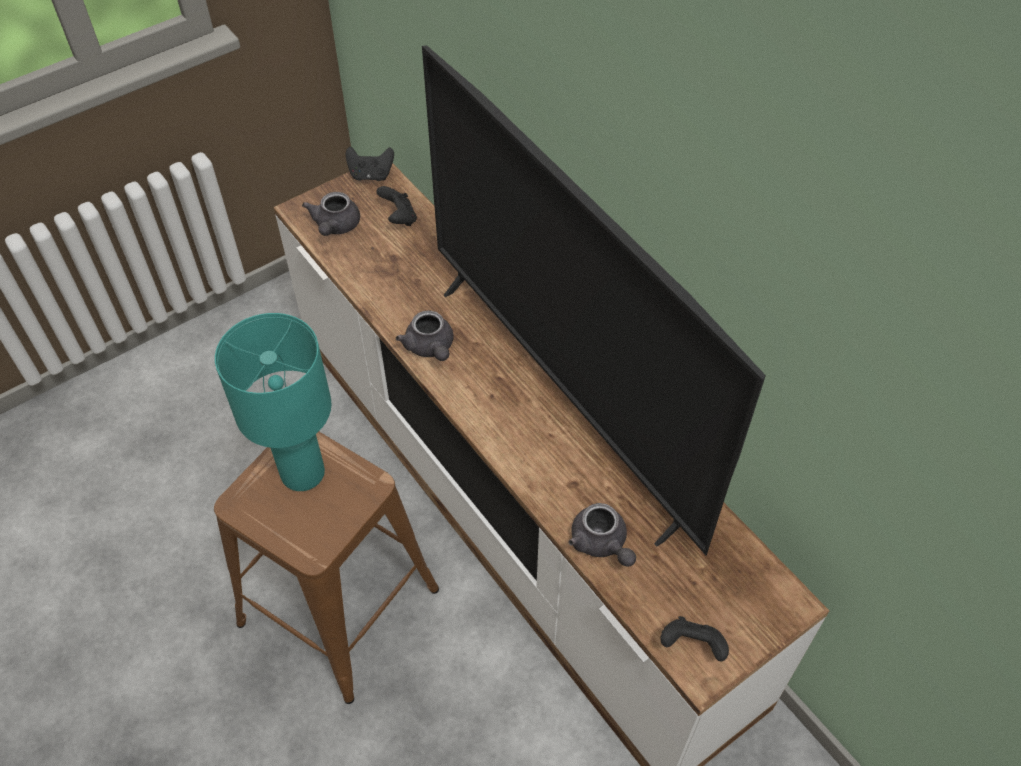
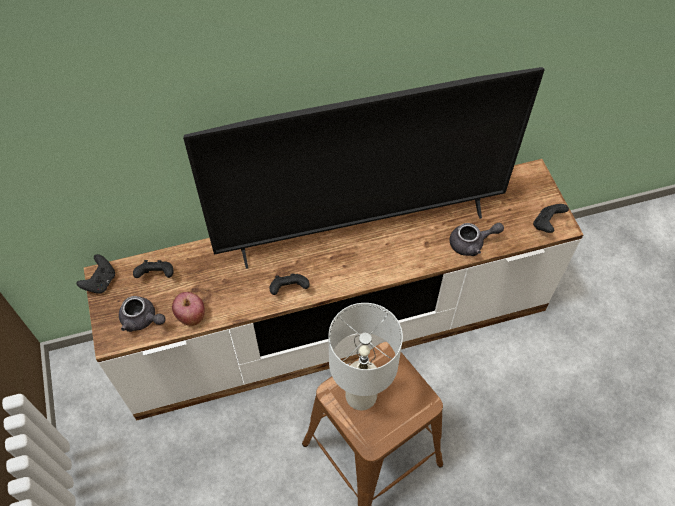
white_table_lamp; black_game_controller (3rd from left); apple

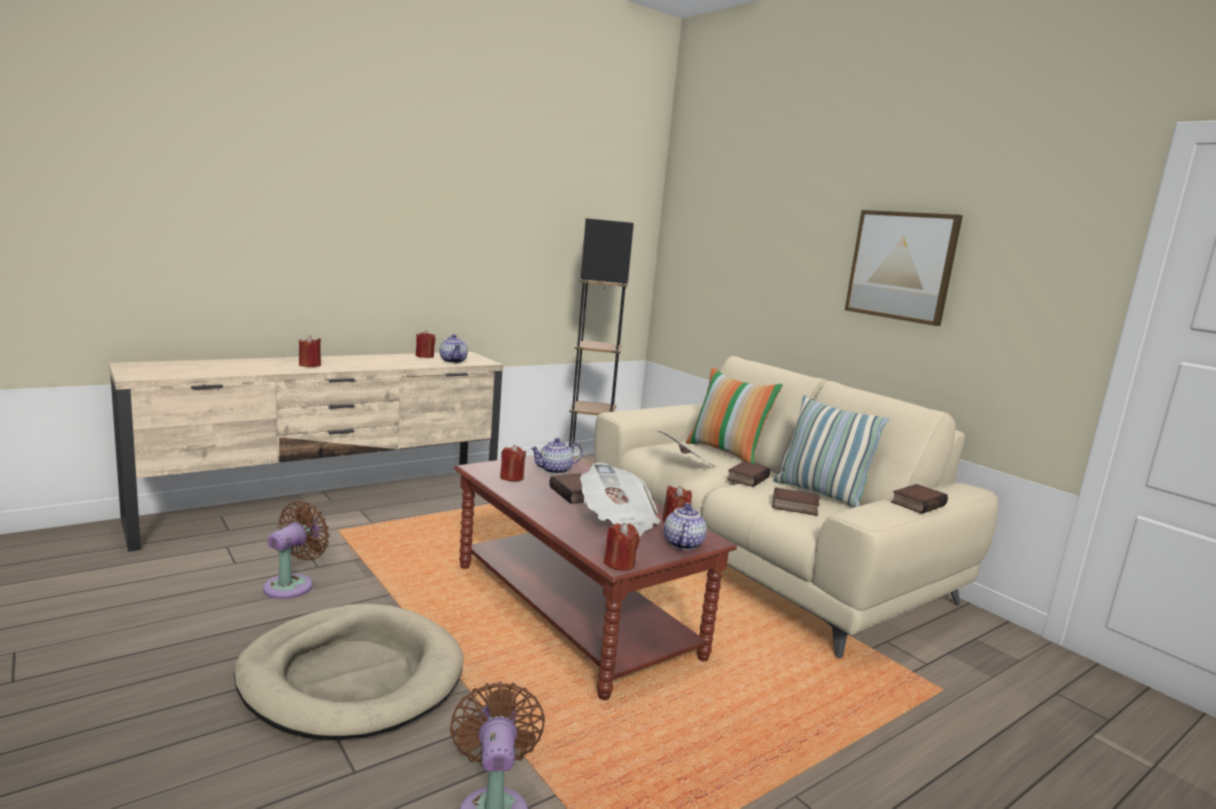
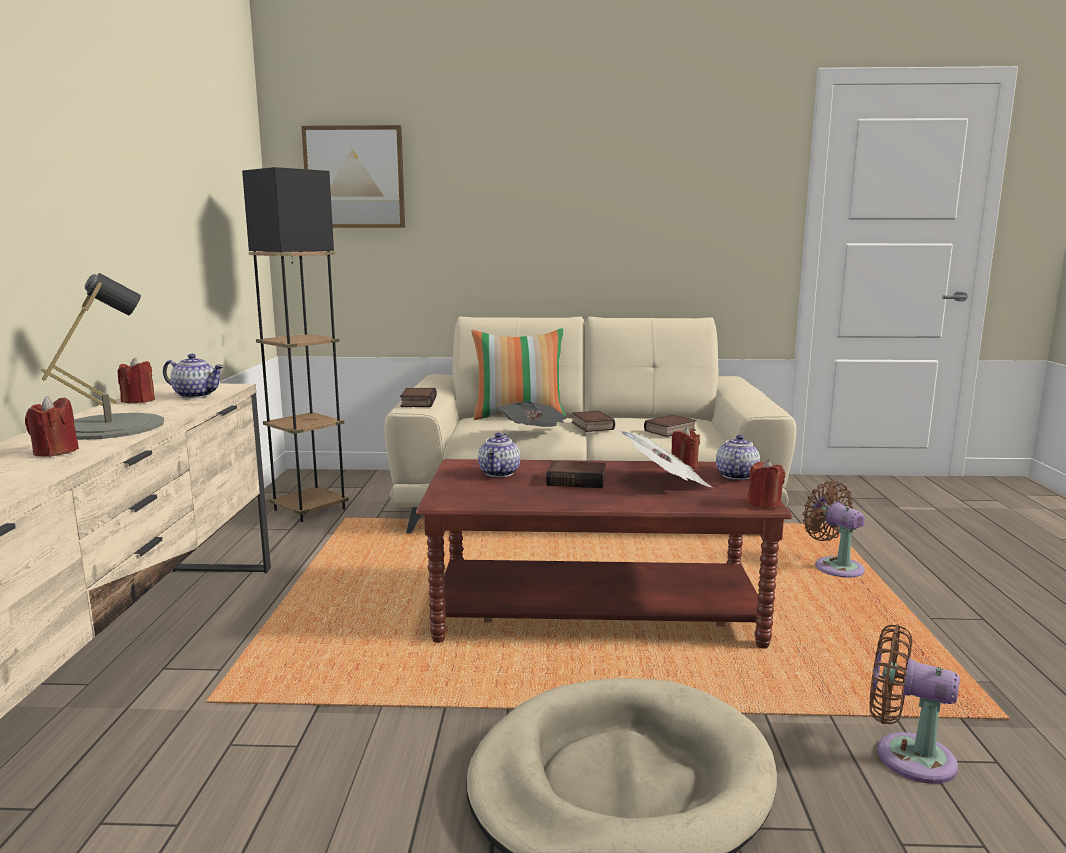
brown_fan (1st from left); red_candle (3rd from left in the first image); teapot (3rd from left); pillow (2nd from left in the first image); picture; book (1st from left); grey_table_lamp

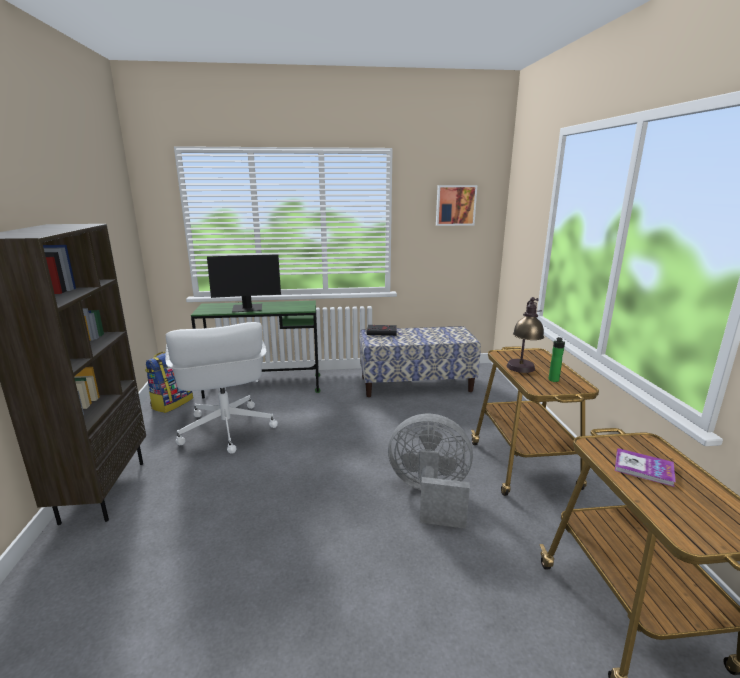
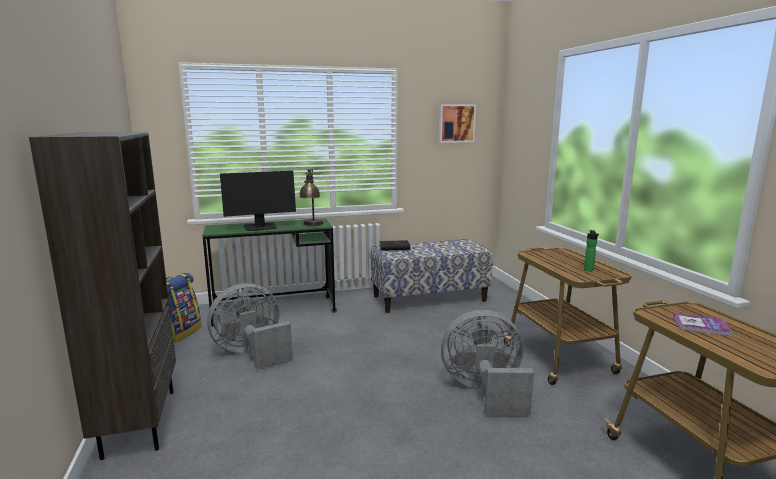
grey_fan (1st from left); table_lamp

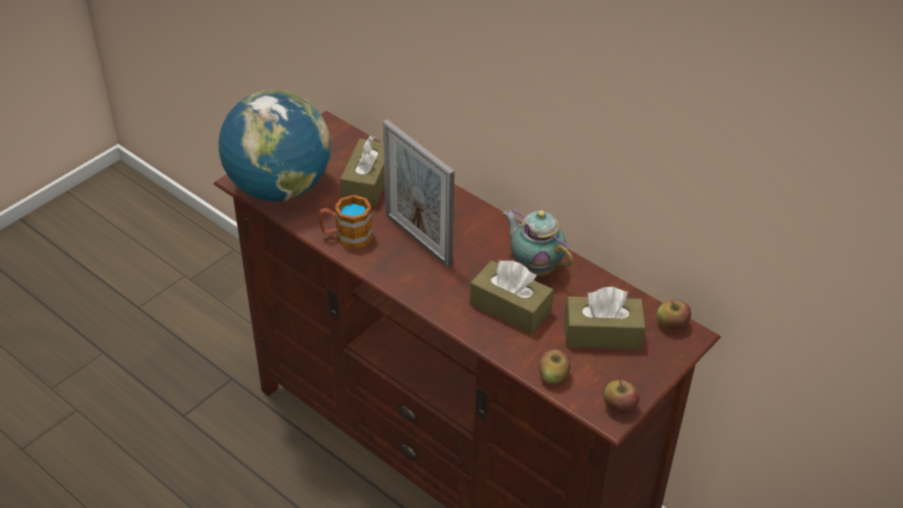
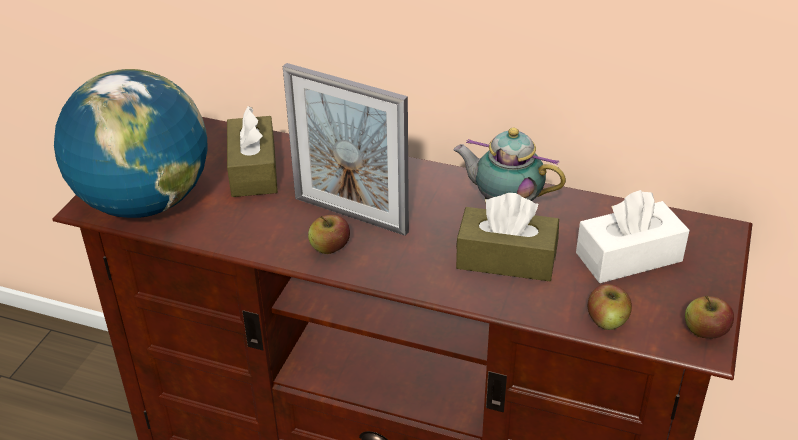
mug; white_tissue_box; apple (1st from left)

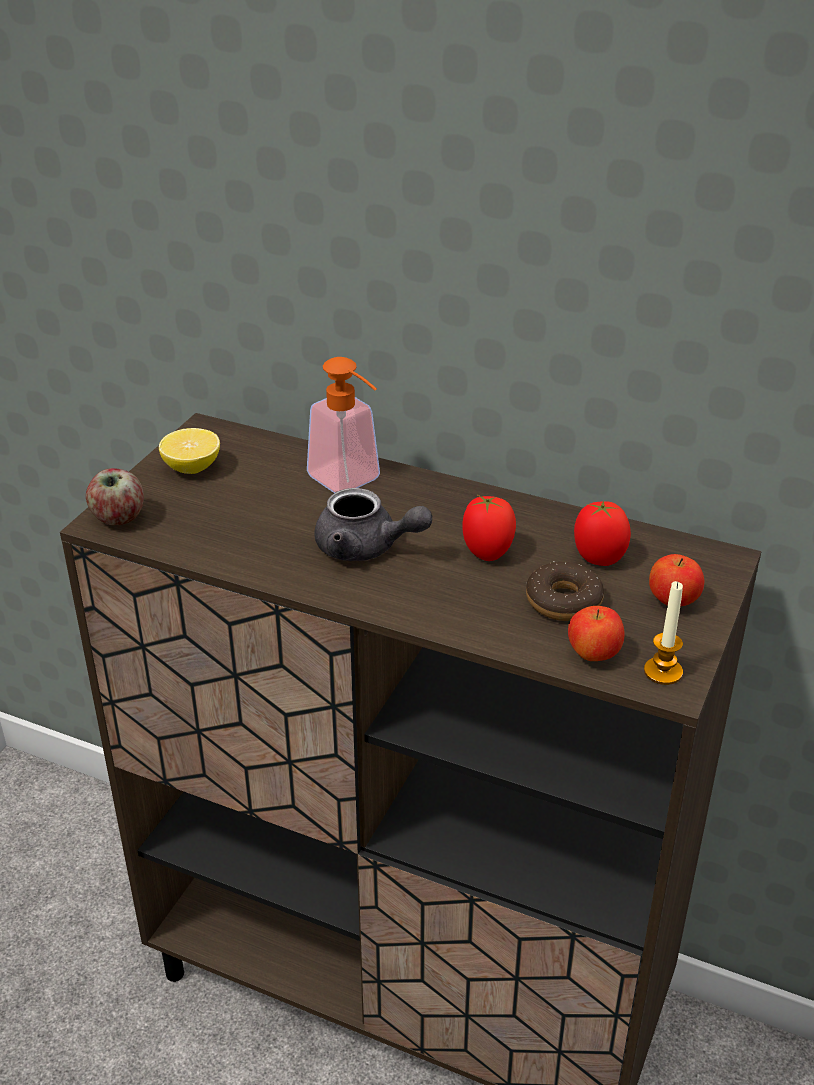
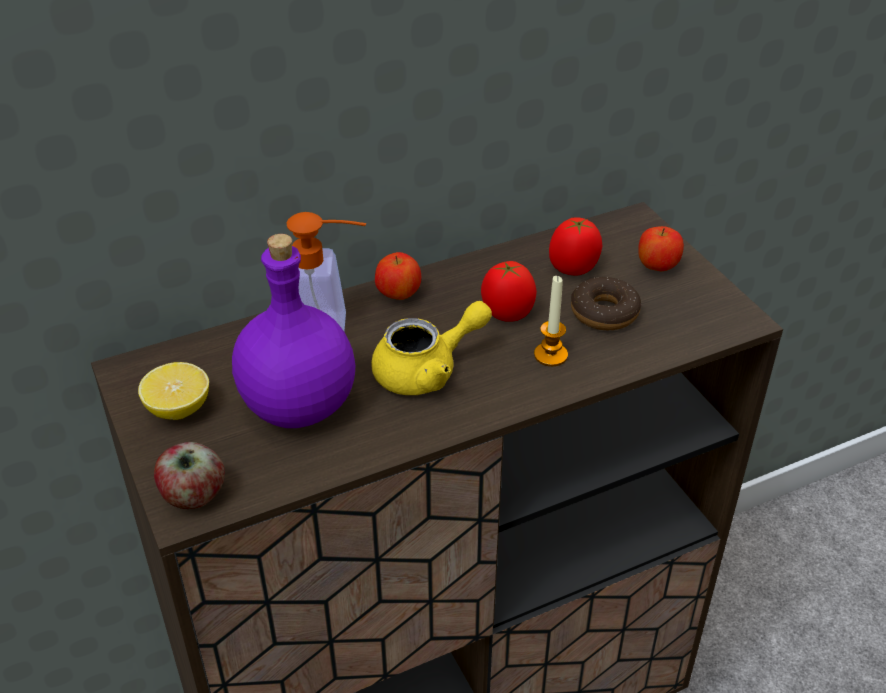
yellow_teapot; apple (2nd from left); candle; purple_bottle

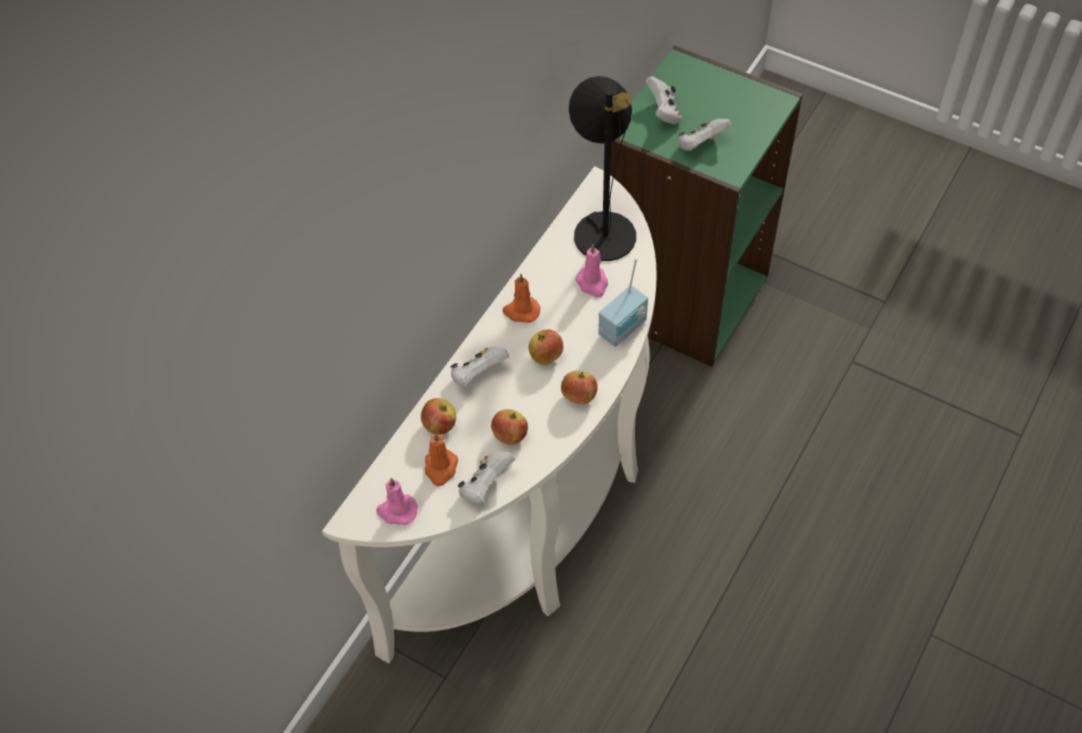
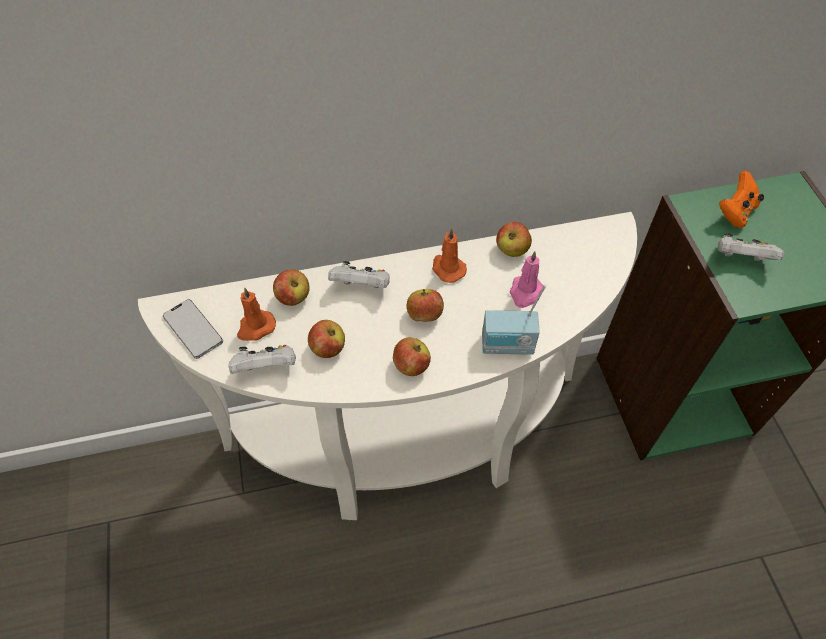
phone; black_table_lamp; orange_game_controller; apple (5th from left)

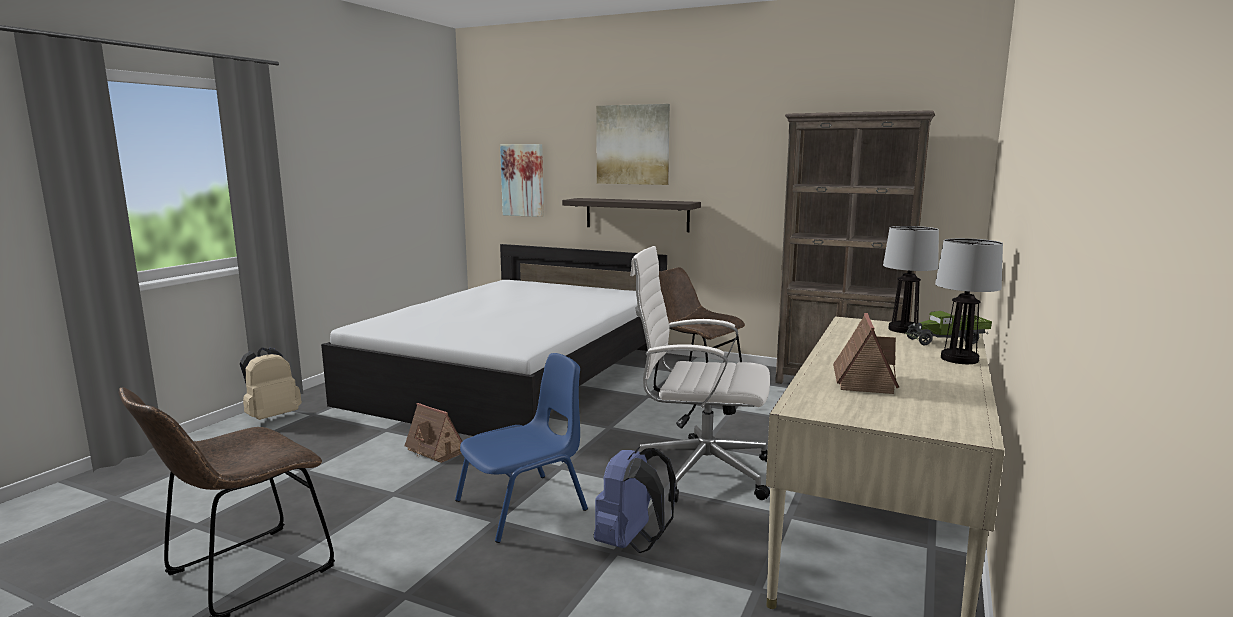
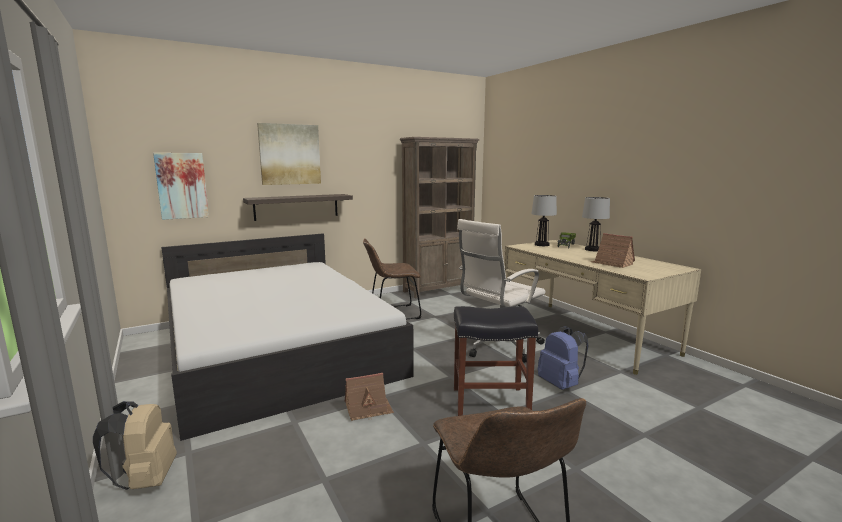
black_stool

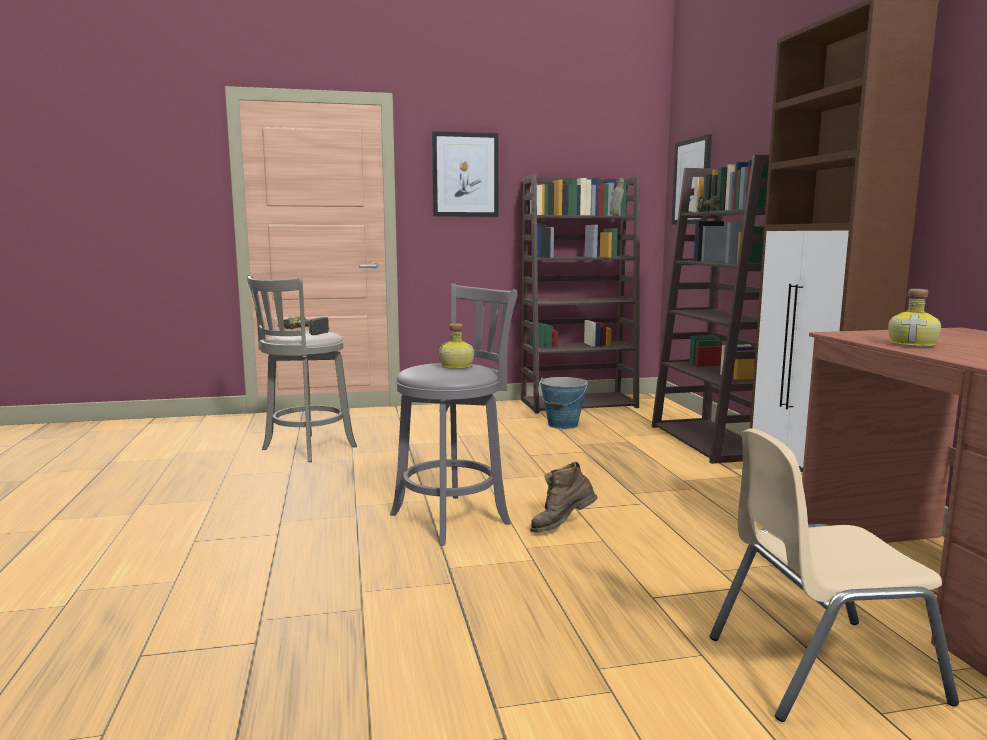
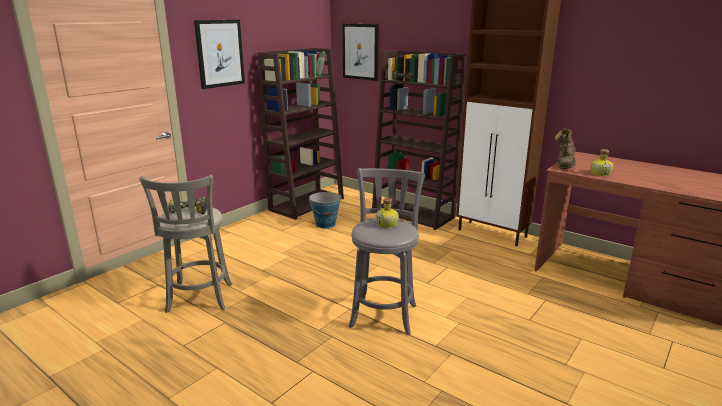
brown_boot; beige_chair

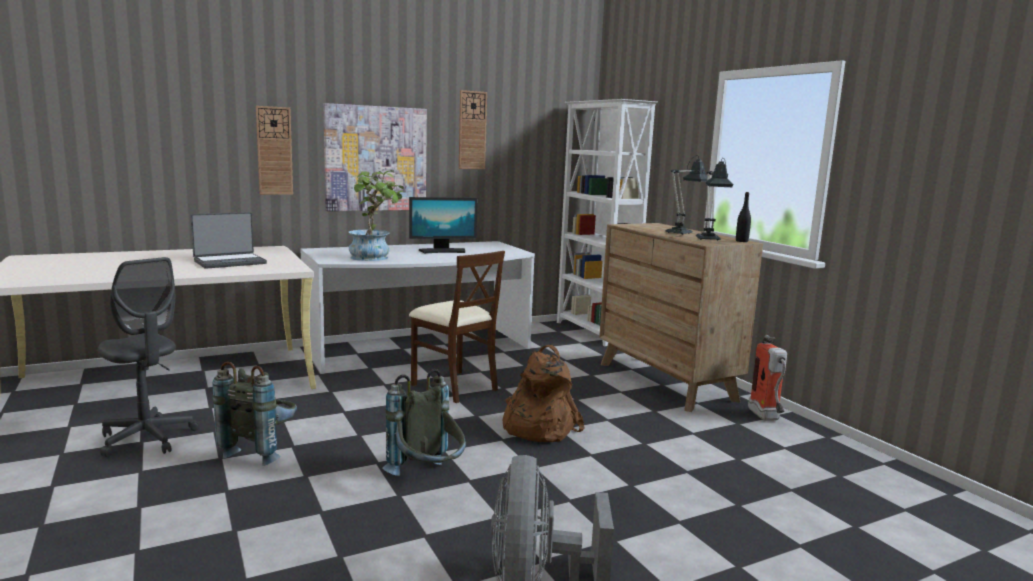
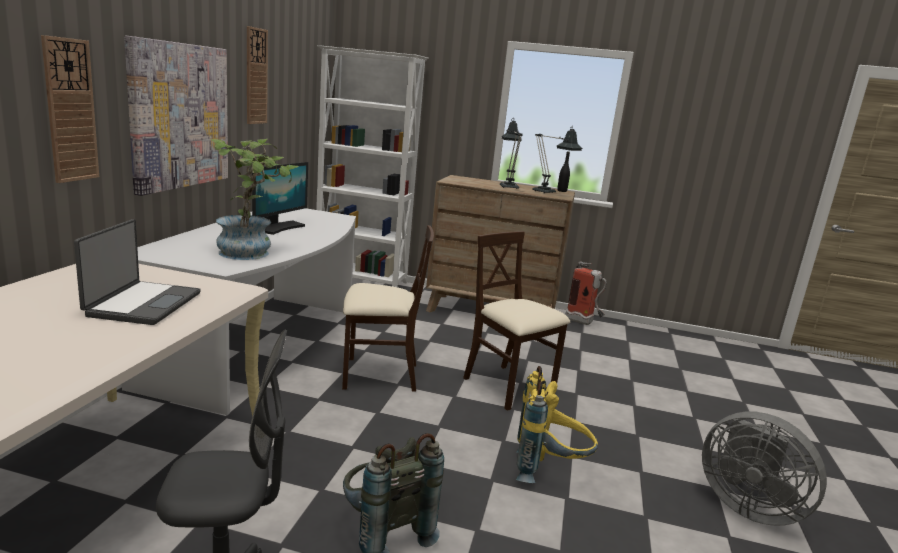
yellow_backpack; beige_chair (2nd from left)

